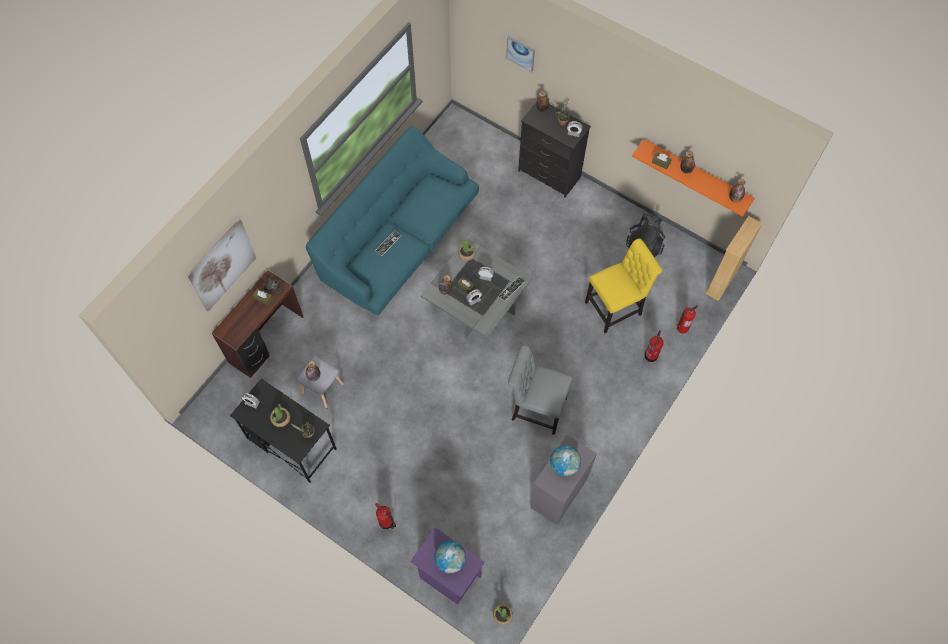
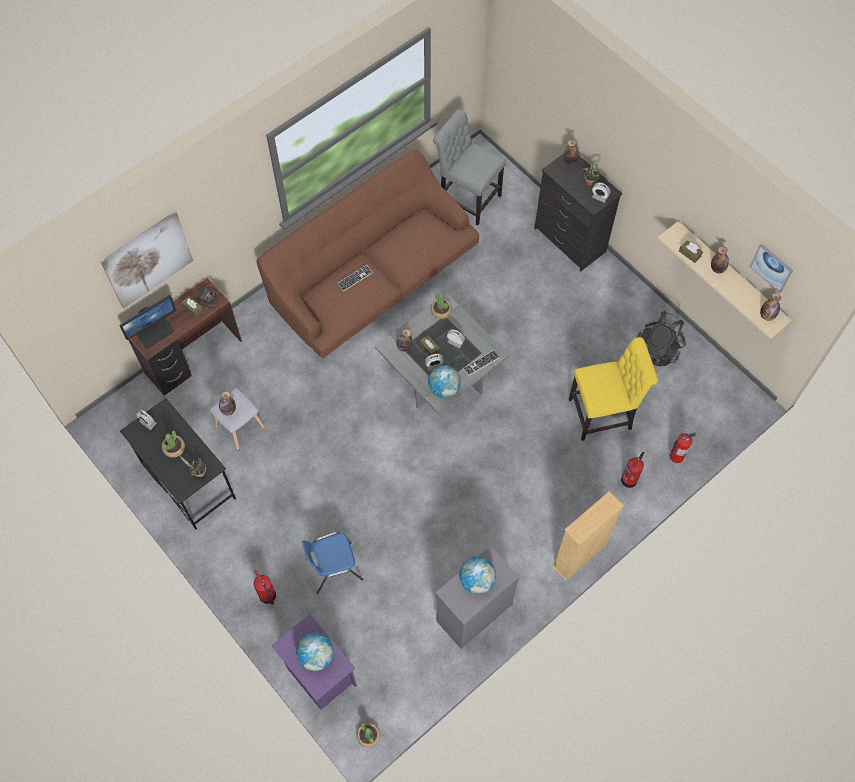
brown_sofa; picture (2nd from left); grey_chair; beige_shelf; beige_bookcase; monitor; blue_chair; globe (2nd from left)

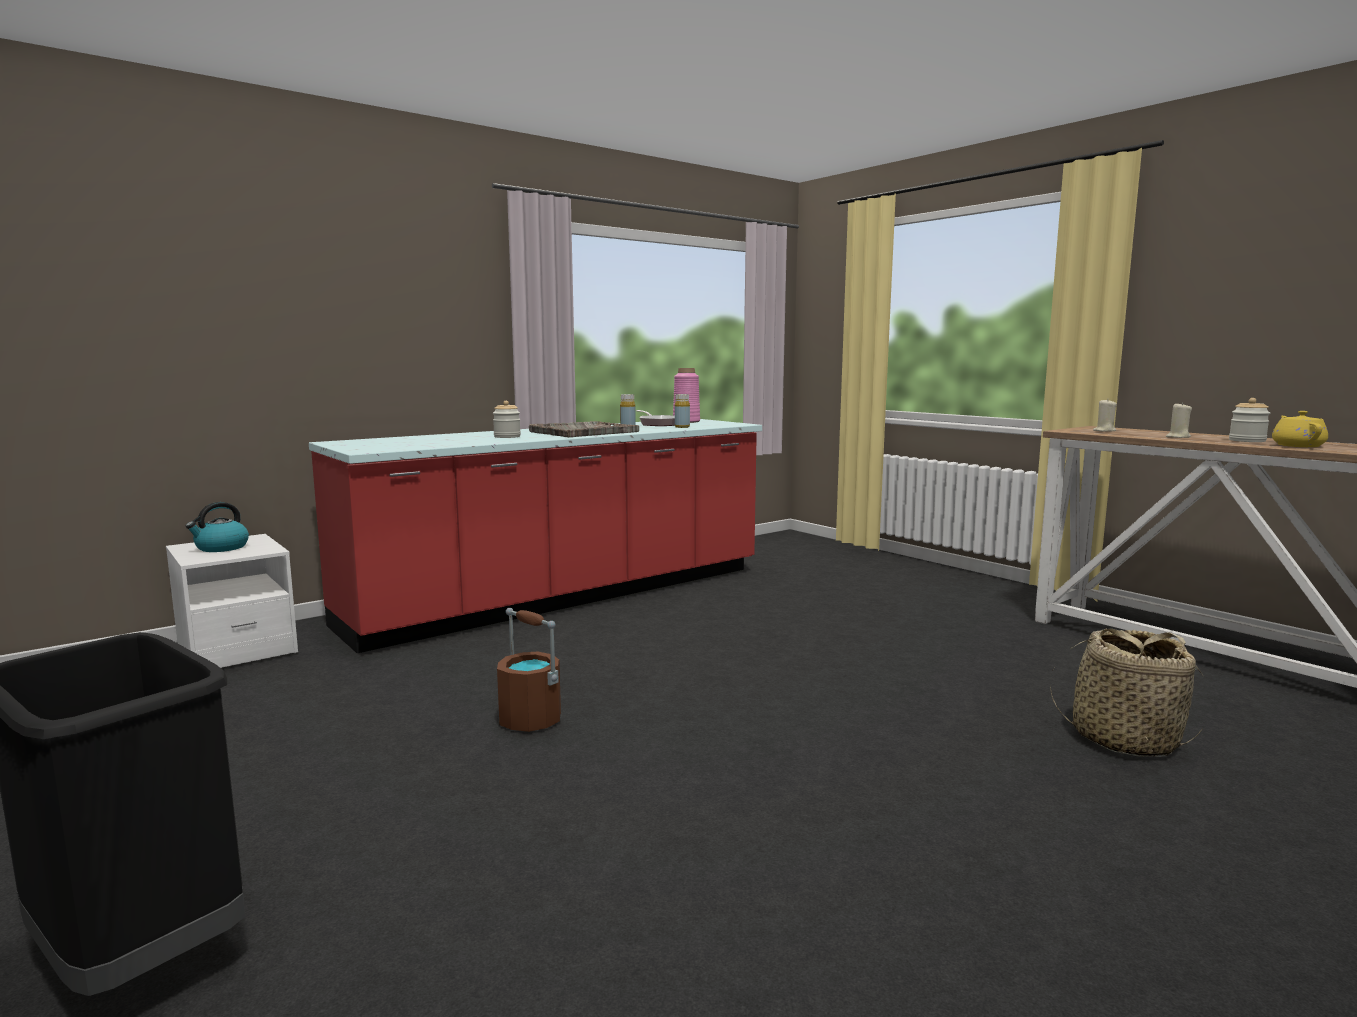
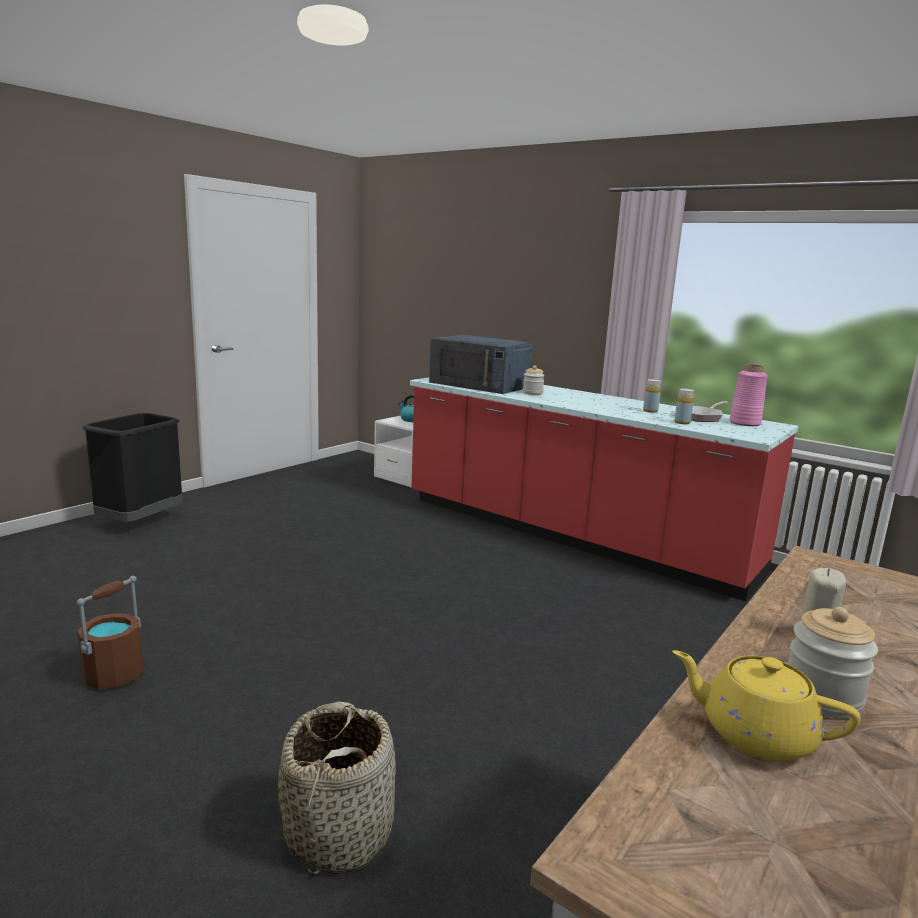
brown_bucket; grey_tray; beige_candle (1st from left in the first image); yellow_teapot; blue_microwave

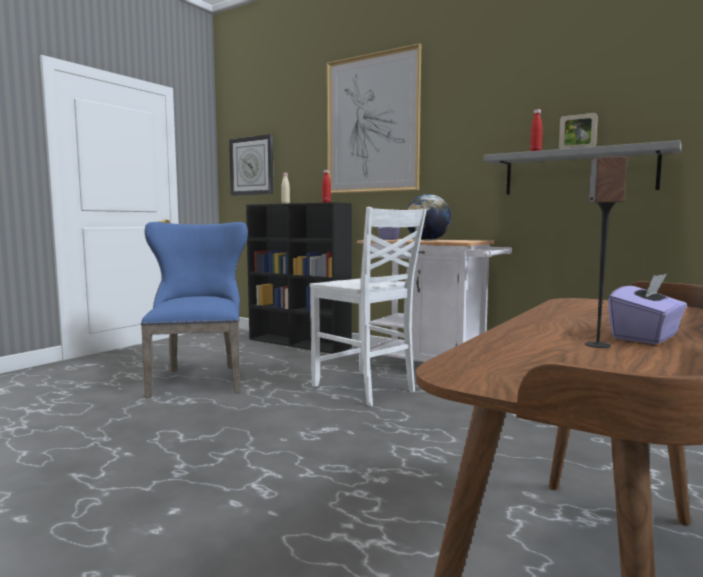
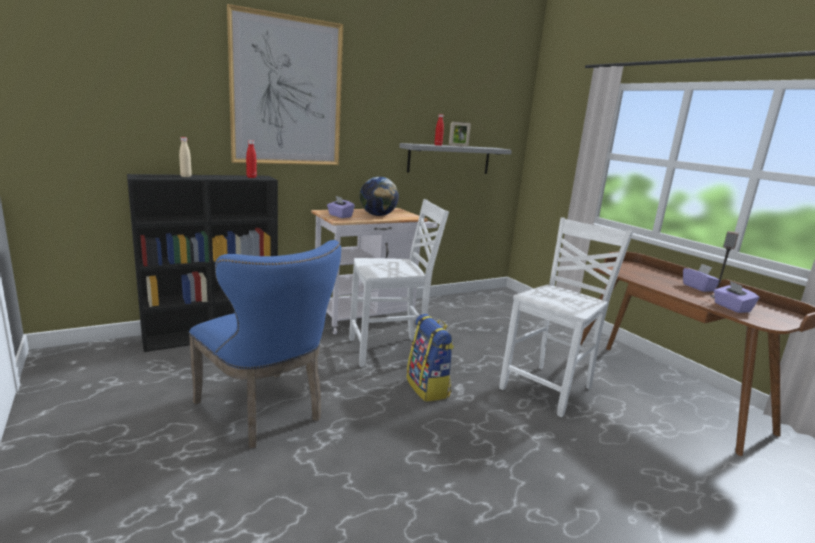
blue_chair; wall_clock; backpack; white_chair (2nd from left); purple_tissue_box (3rd from left)

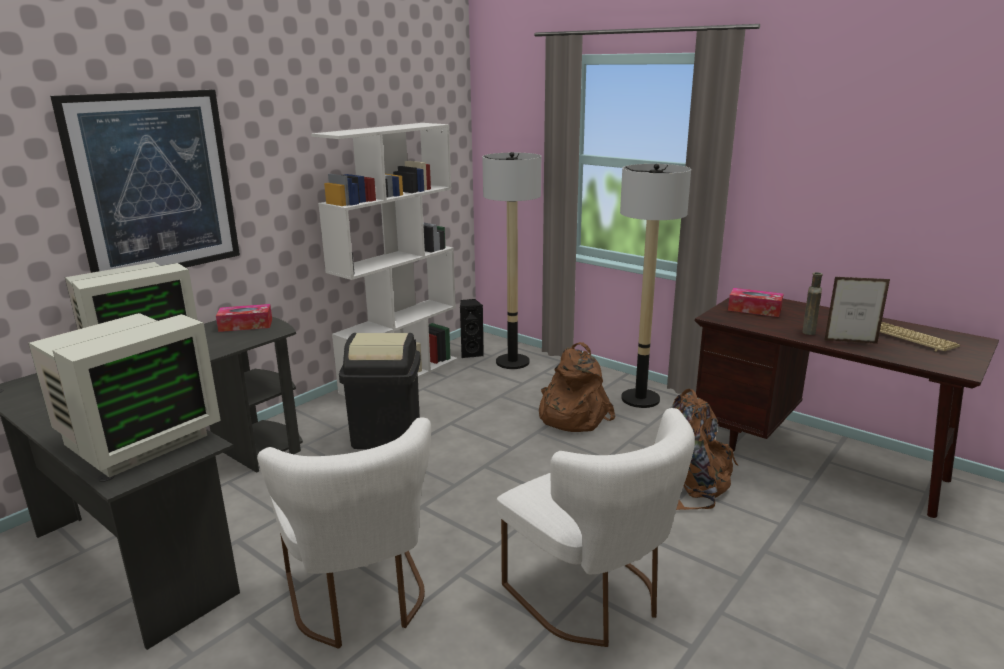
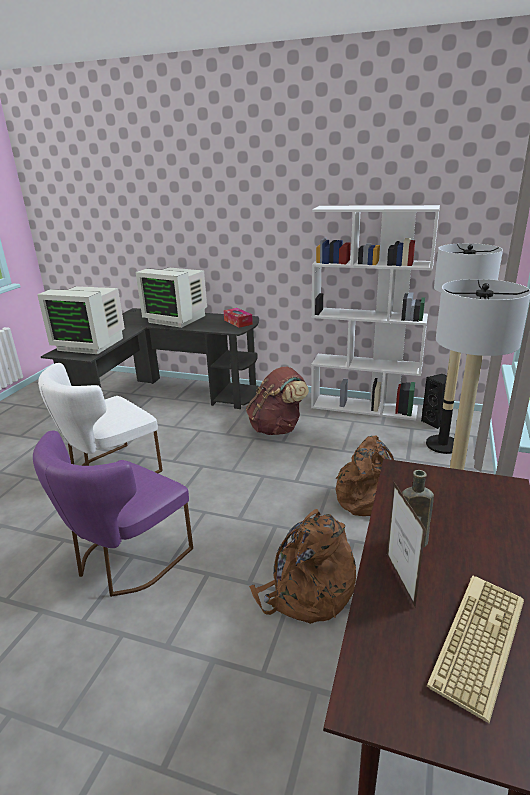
picture; brown_backpack (1st from left); purple_chair; tissue_box (2nd from left in the first image)

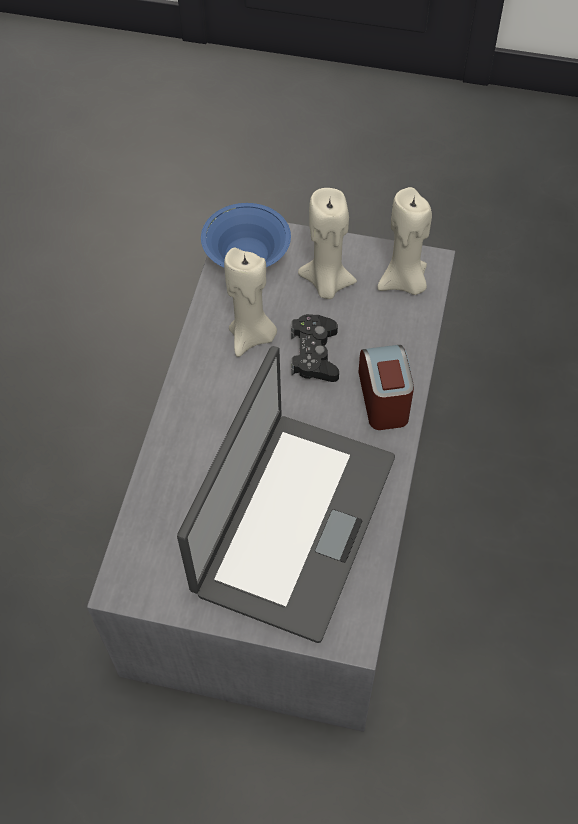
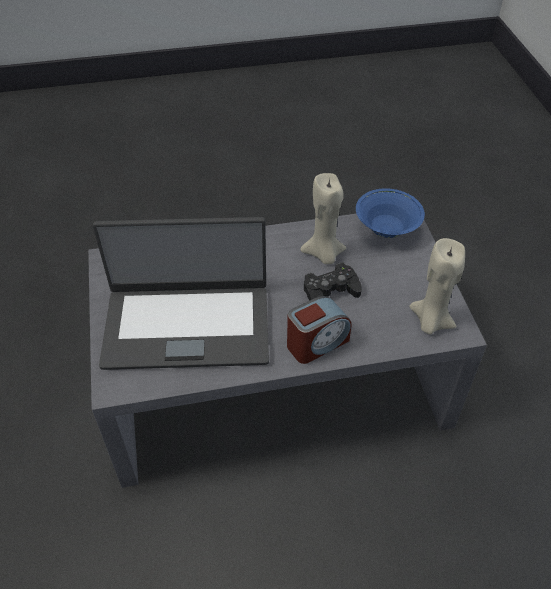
beige_candle (2nd from left in the first image)

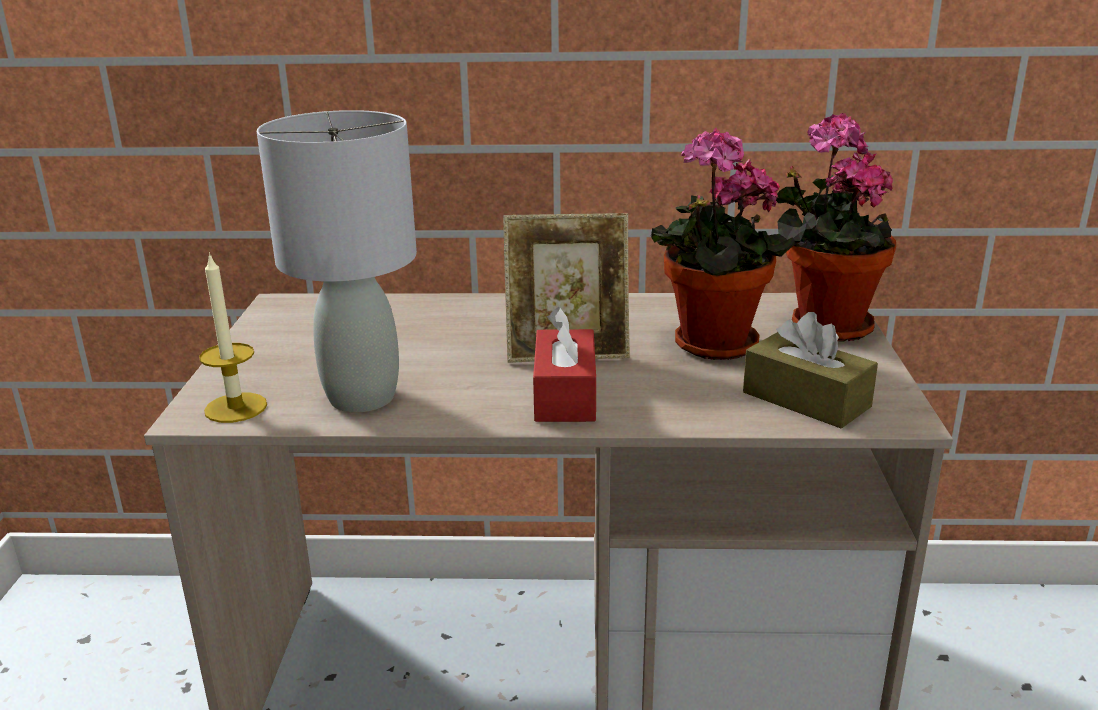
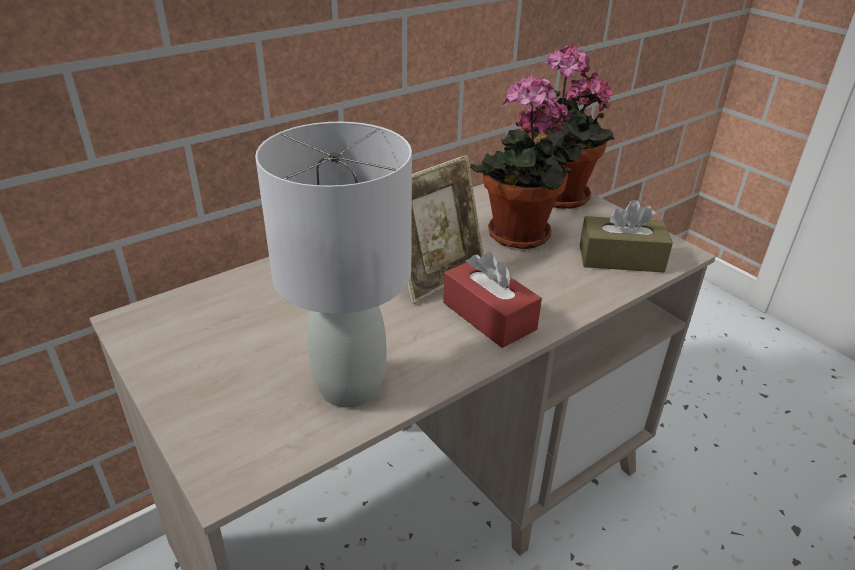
candle

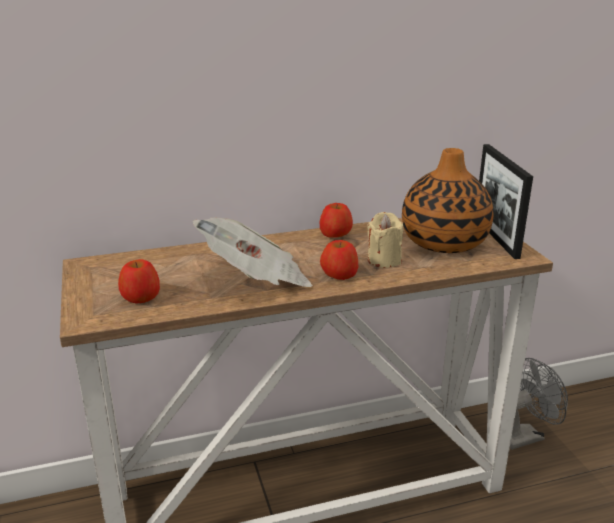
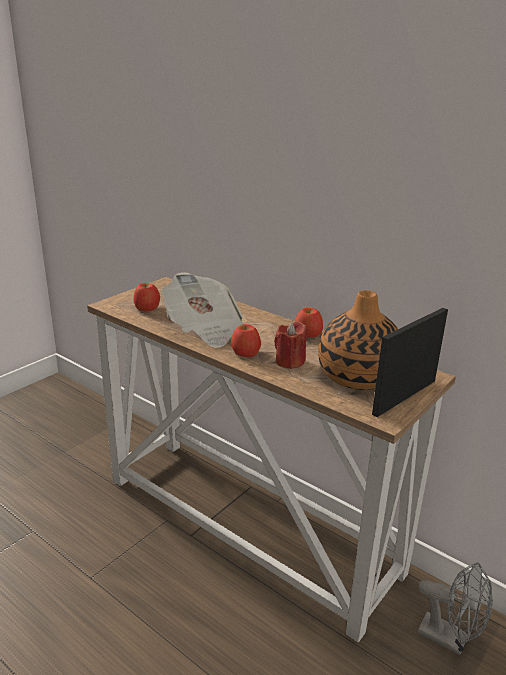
red_candle

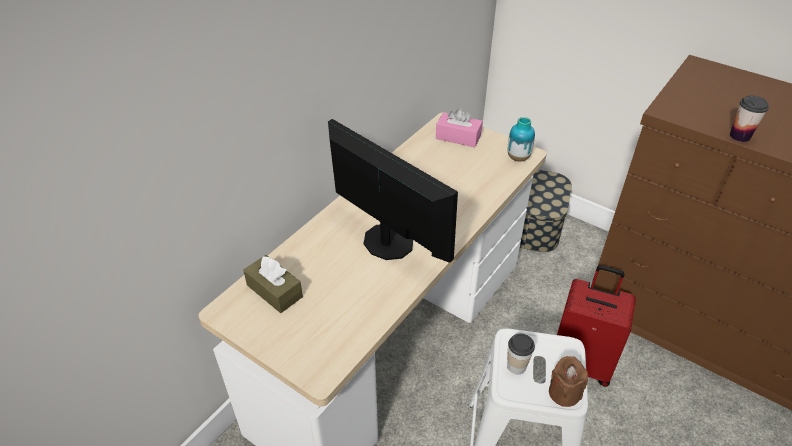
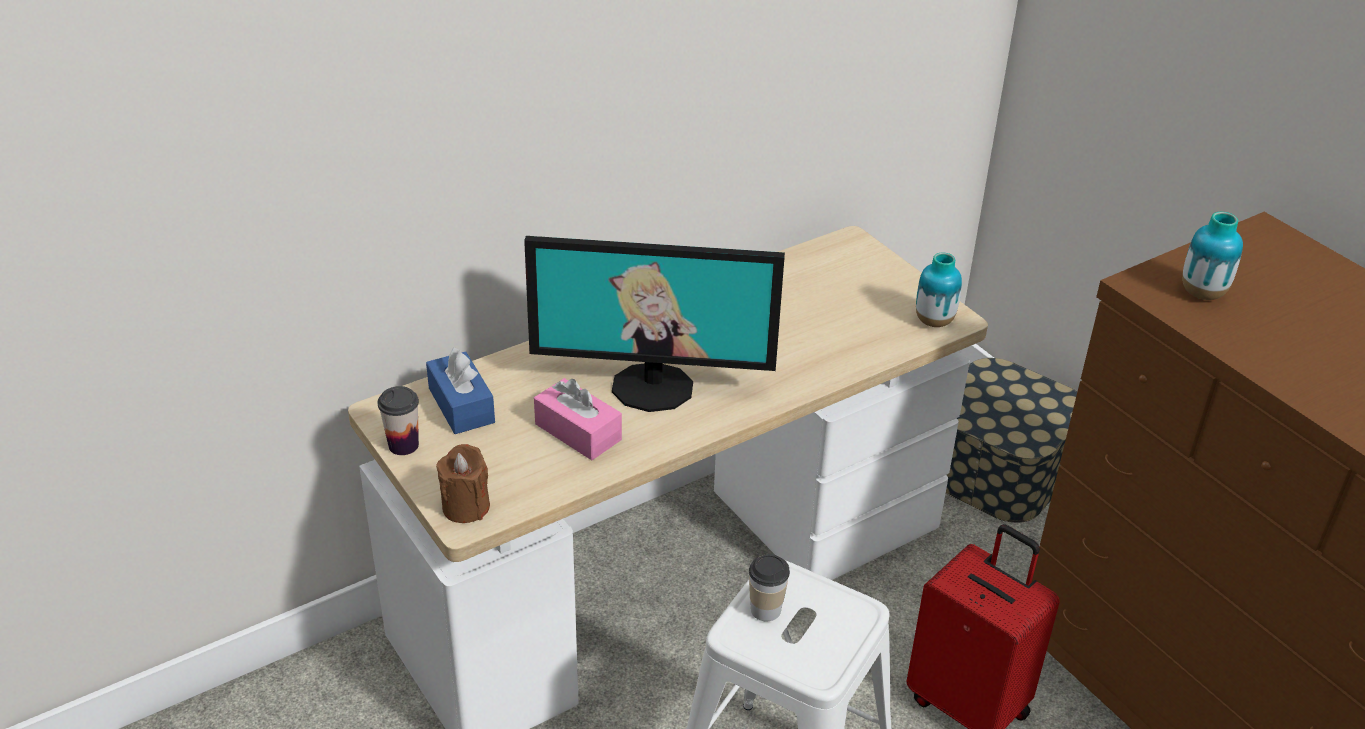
blue_tissue_box; monitor; pink_tissue_box; brown_candle; cup (1st from left); vase (2nd from left)

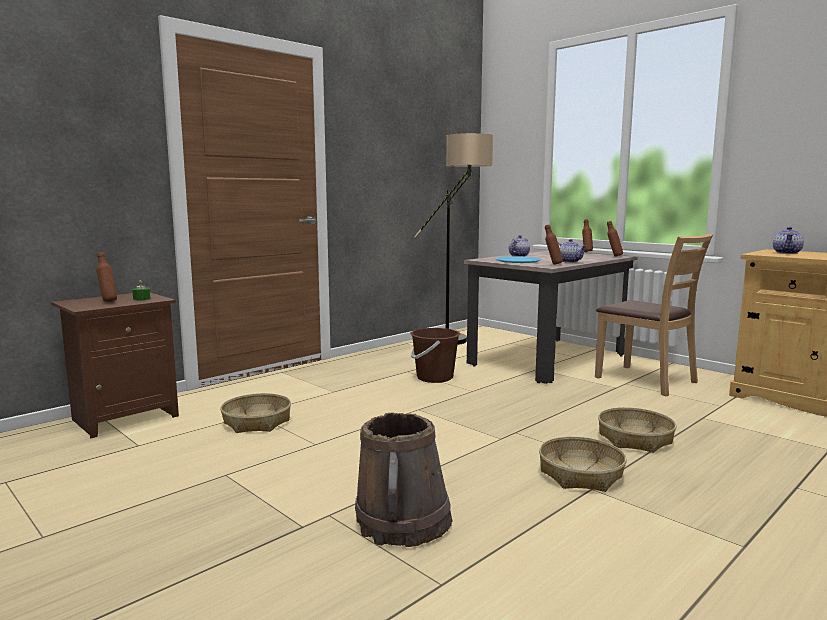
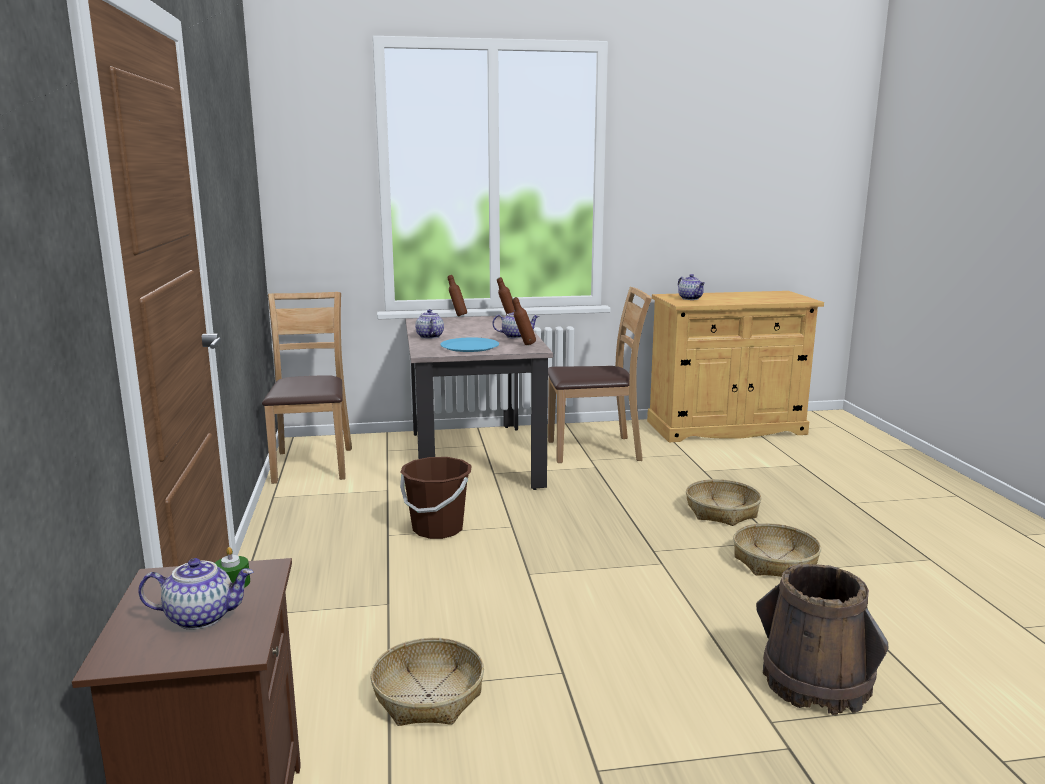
teapot (1st from left); brown_chair (1st from left)

